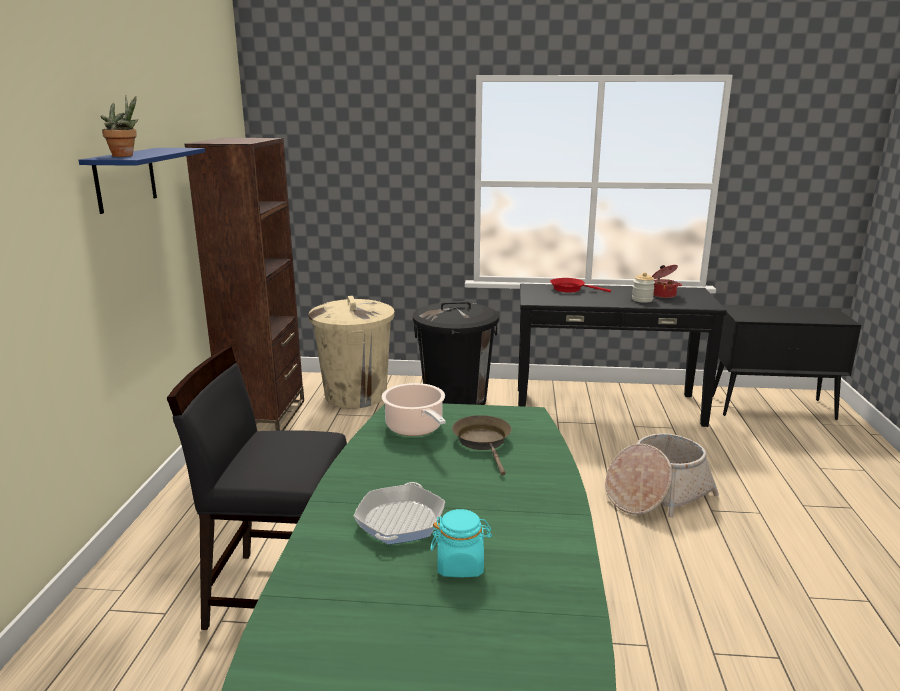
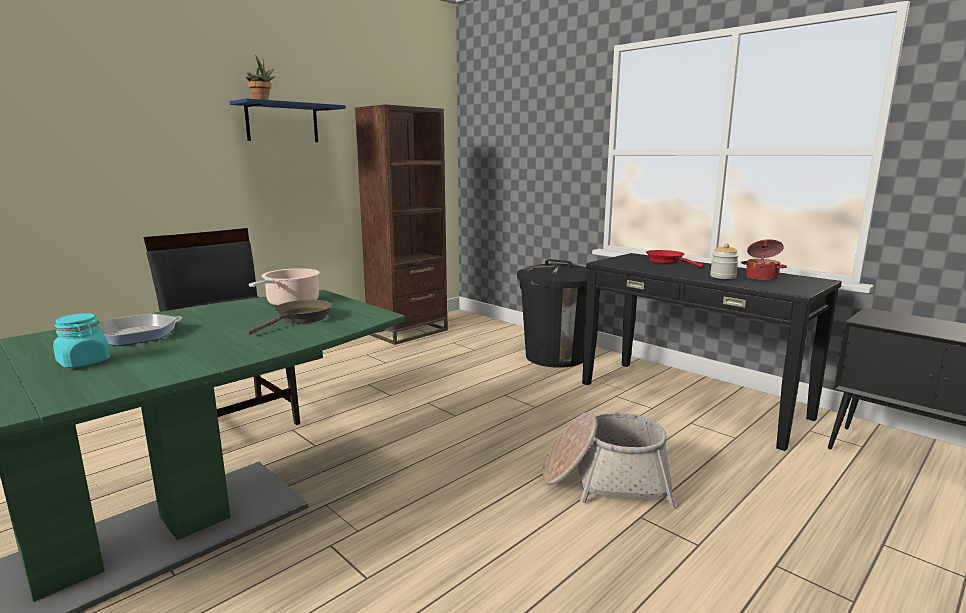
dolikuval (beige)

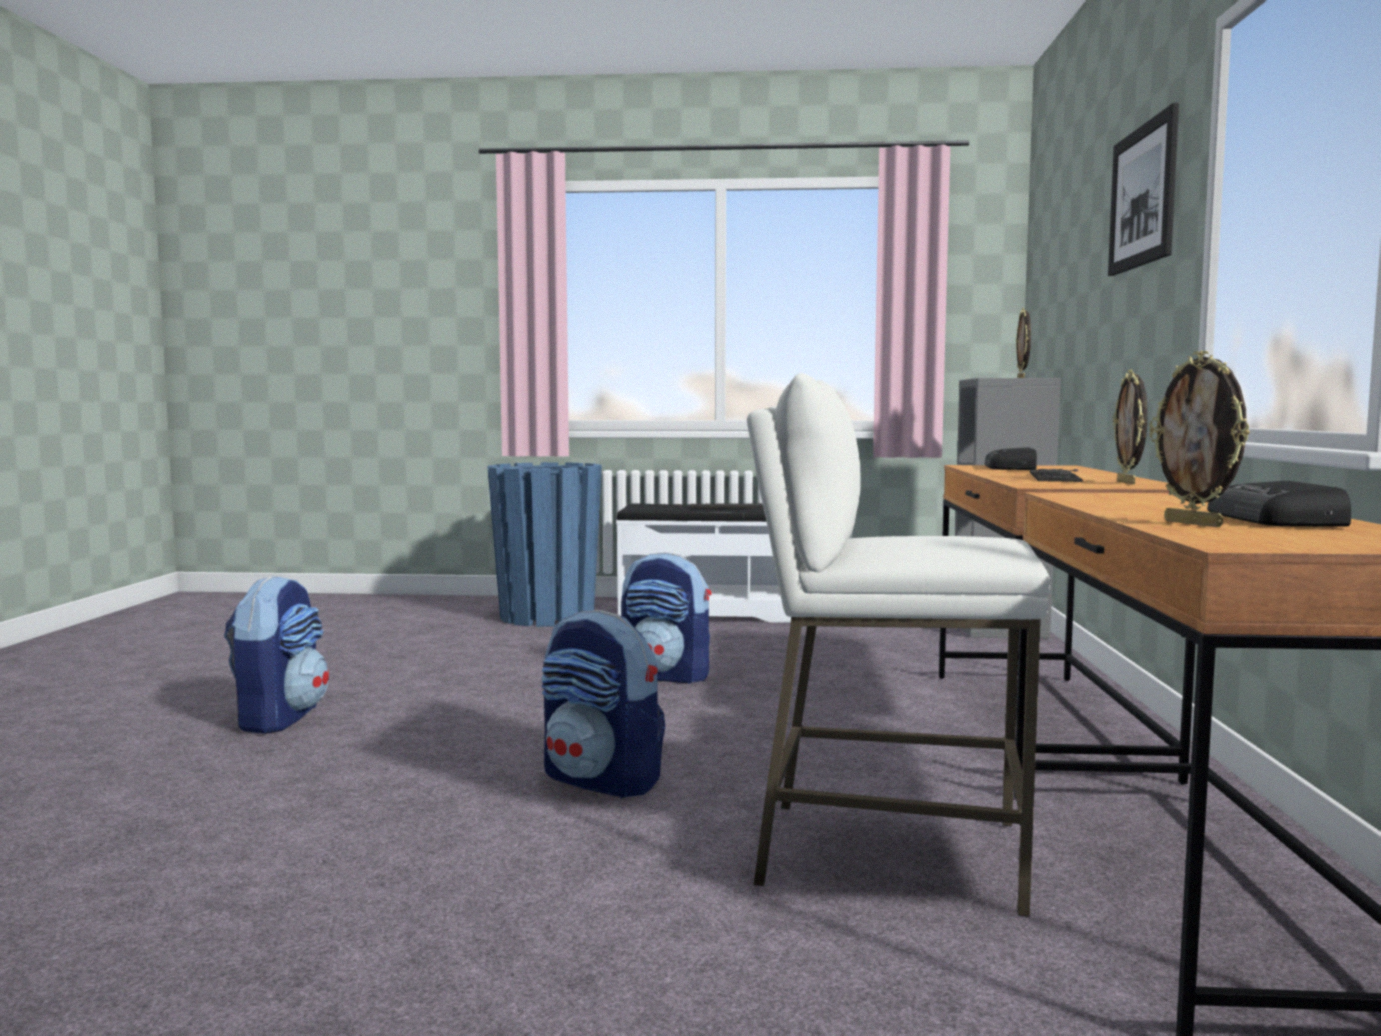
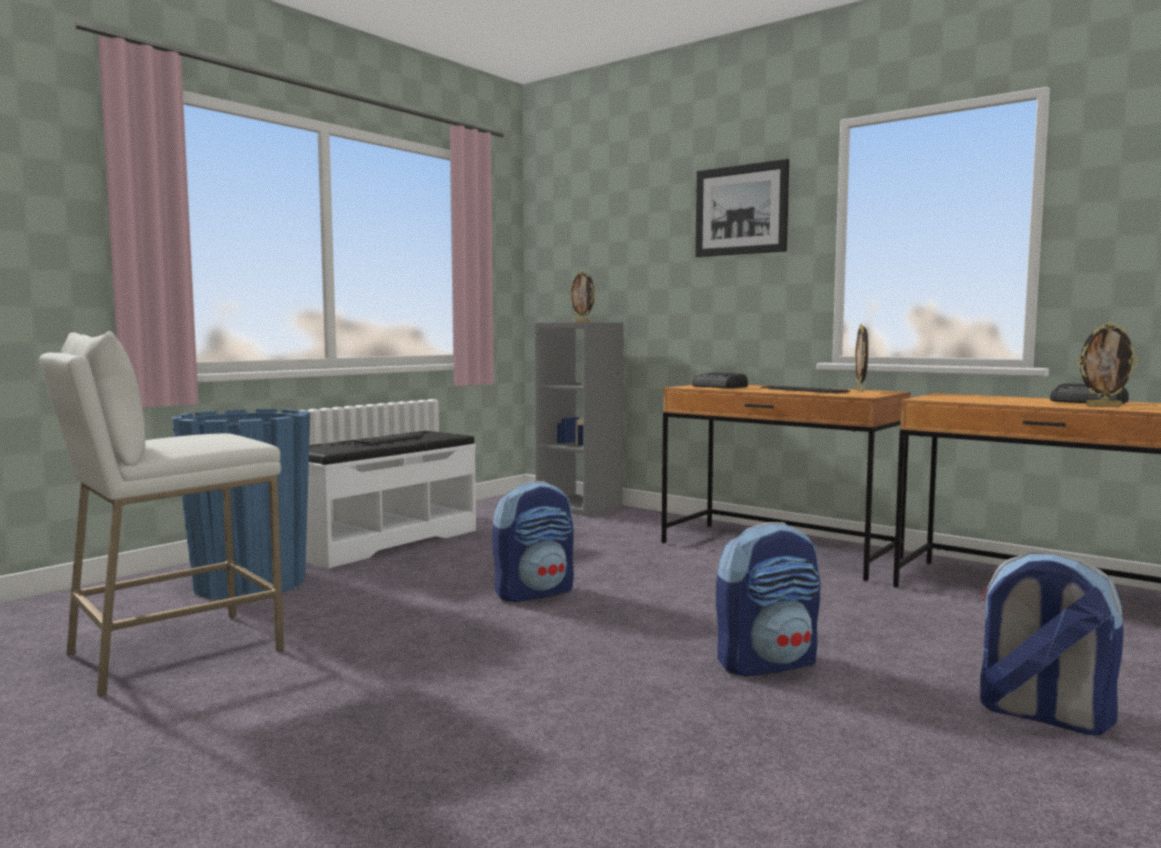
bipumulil (3rd from left)
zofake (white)
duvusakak (2nd from left)

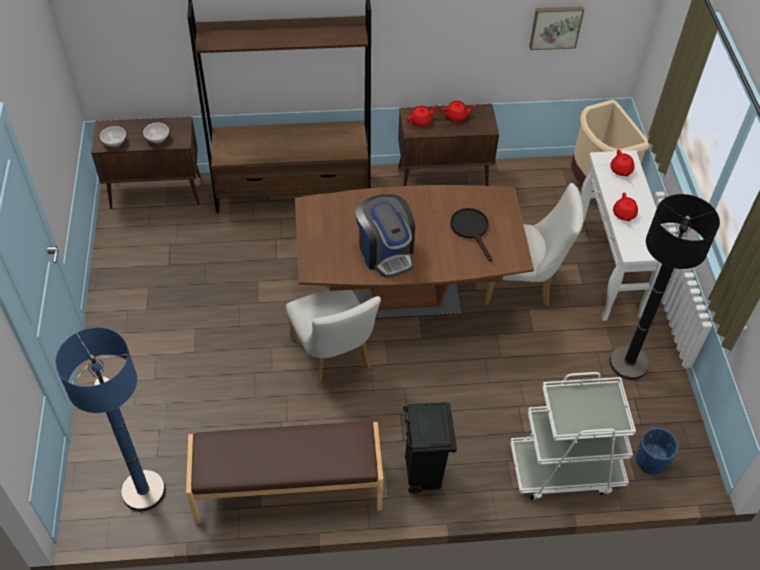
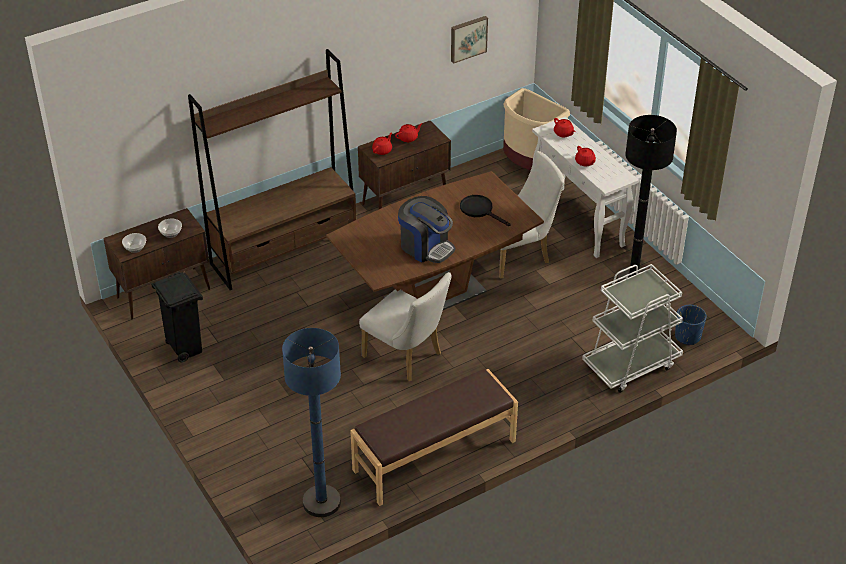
dolikuval (black)

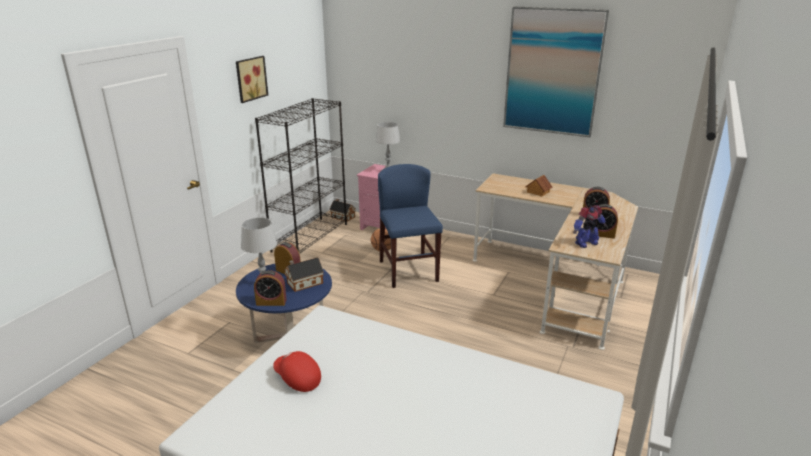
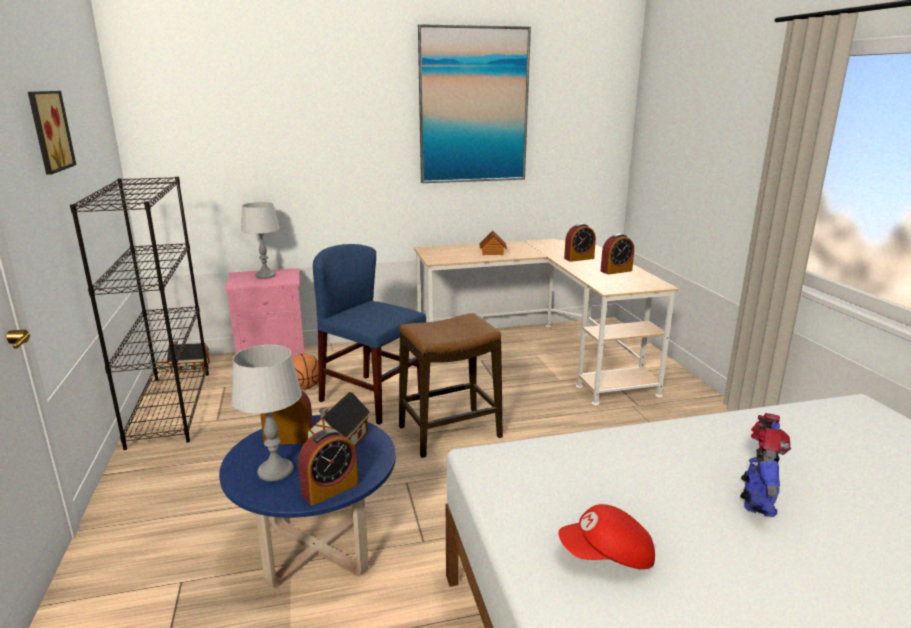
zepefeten
zofake

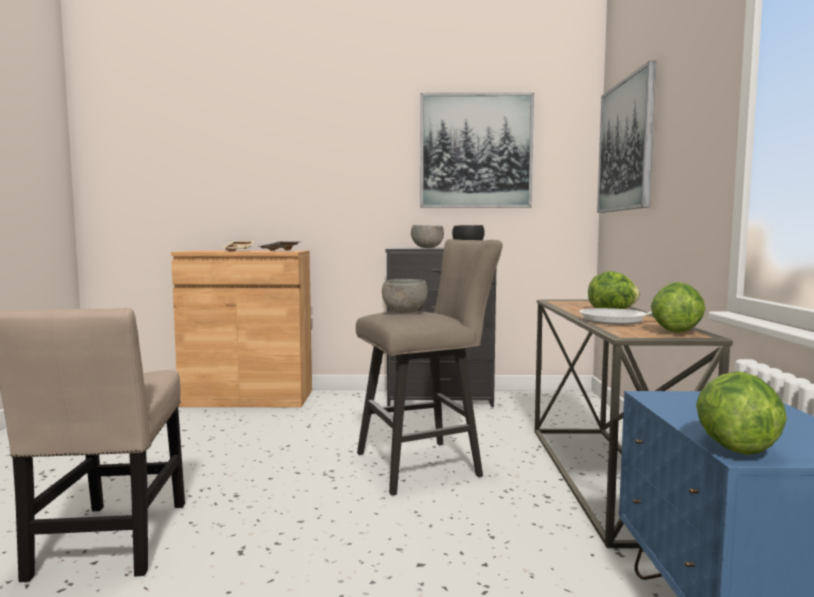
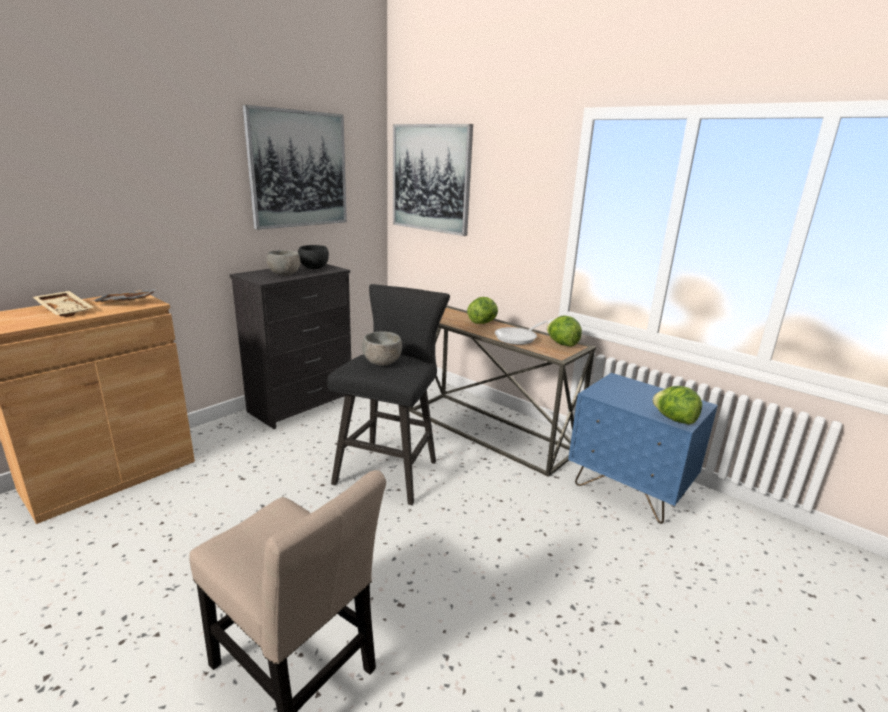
zofake (black)

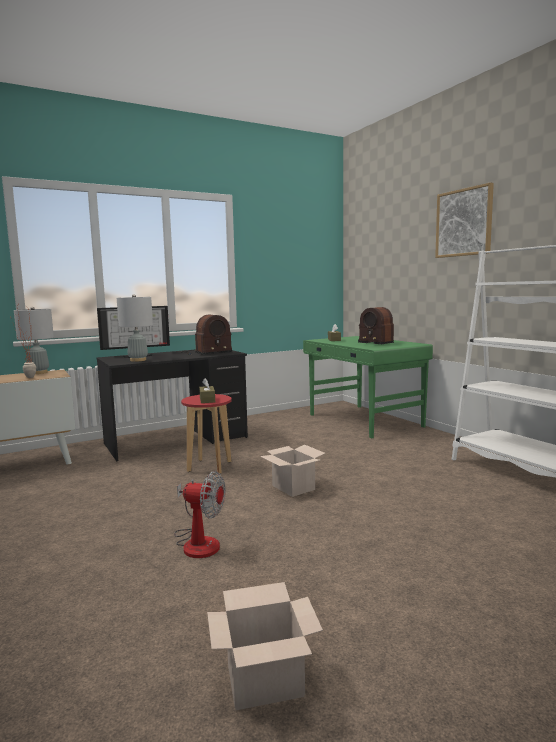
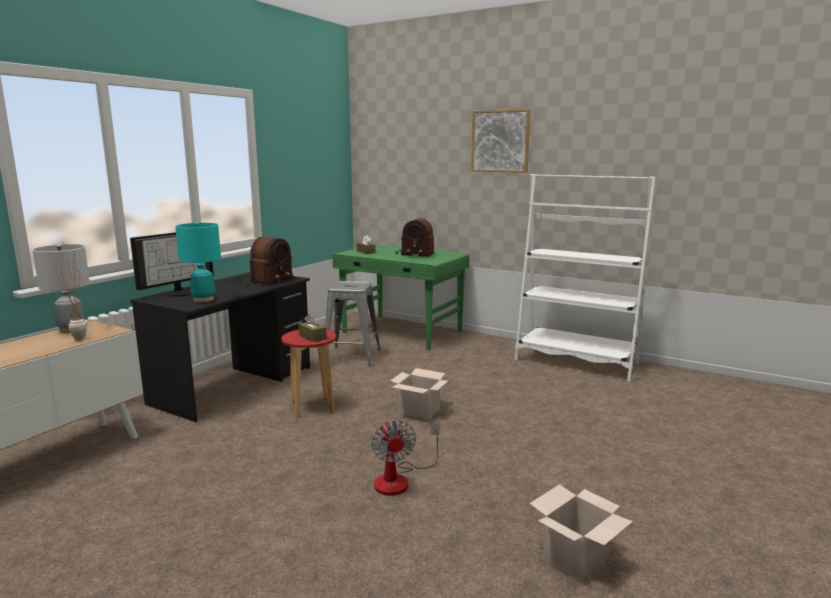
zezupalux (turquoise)
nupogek
zofake (grey)

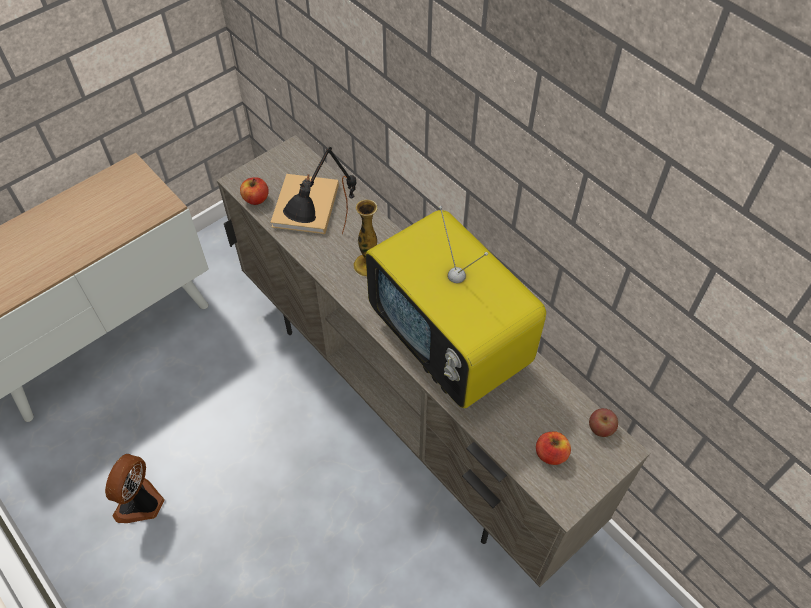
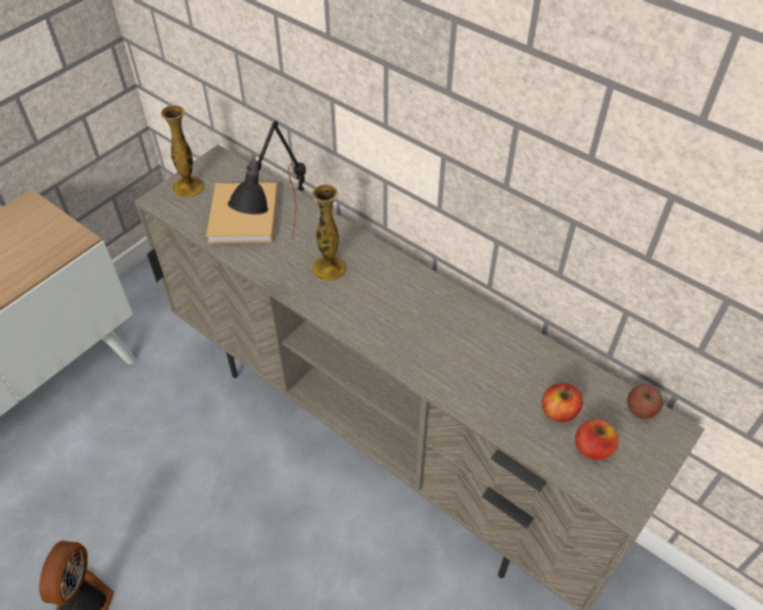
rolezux (1st from left)
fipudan
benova (1st from left)

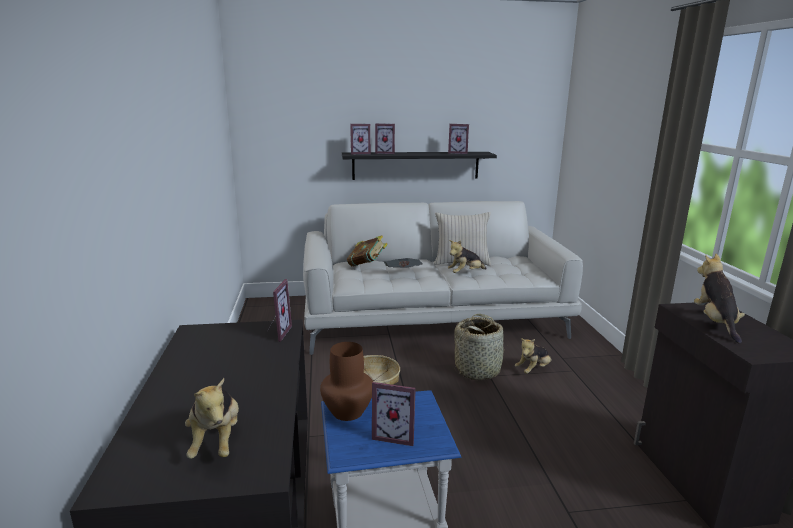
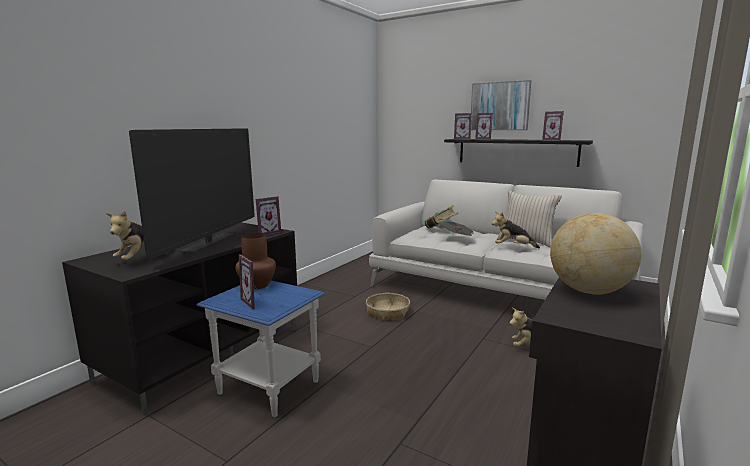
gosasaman (2nd from left in the first image)
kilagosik
fipudan
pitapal

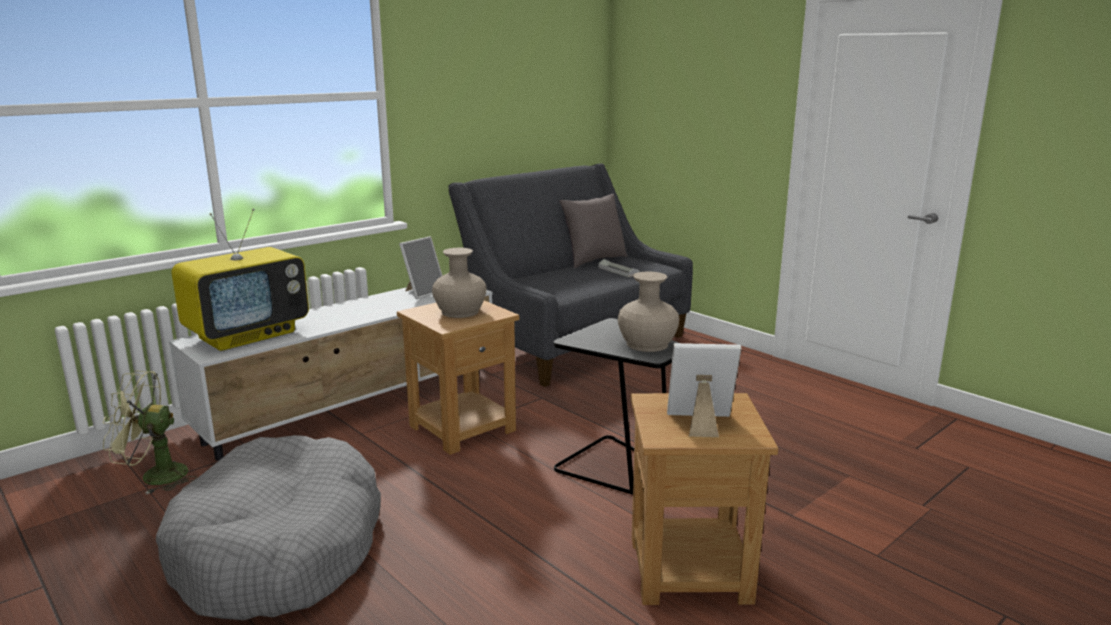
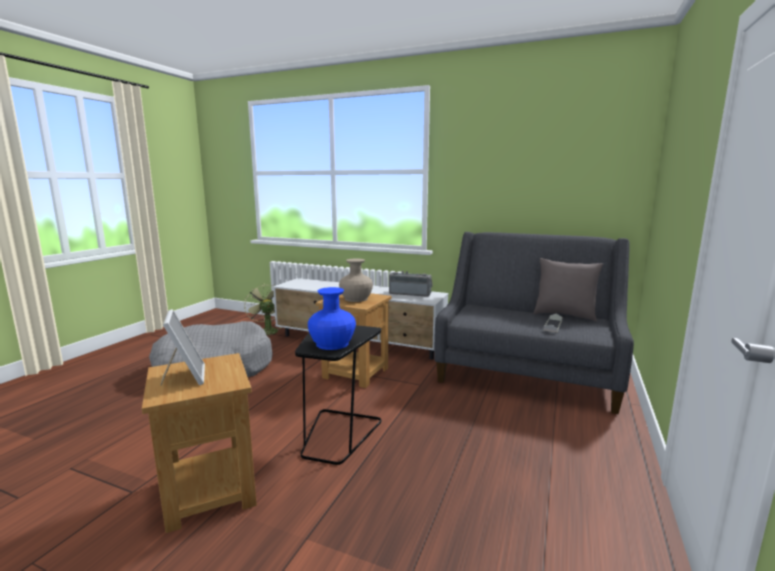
fipudan
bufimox
benova (blue)

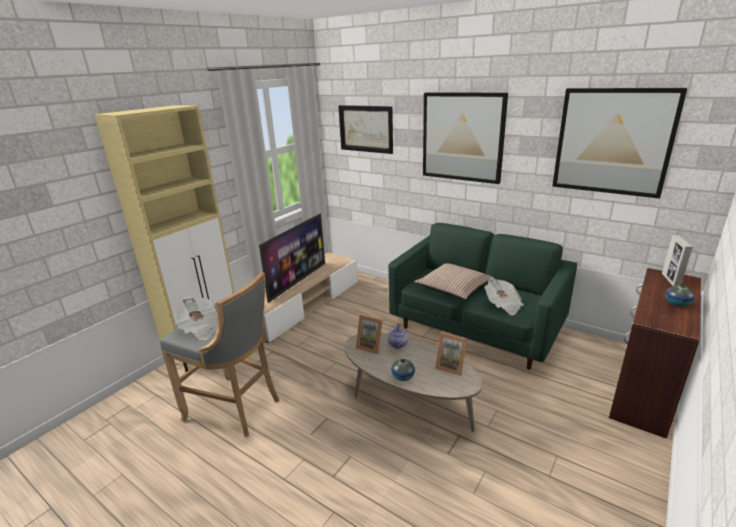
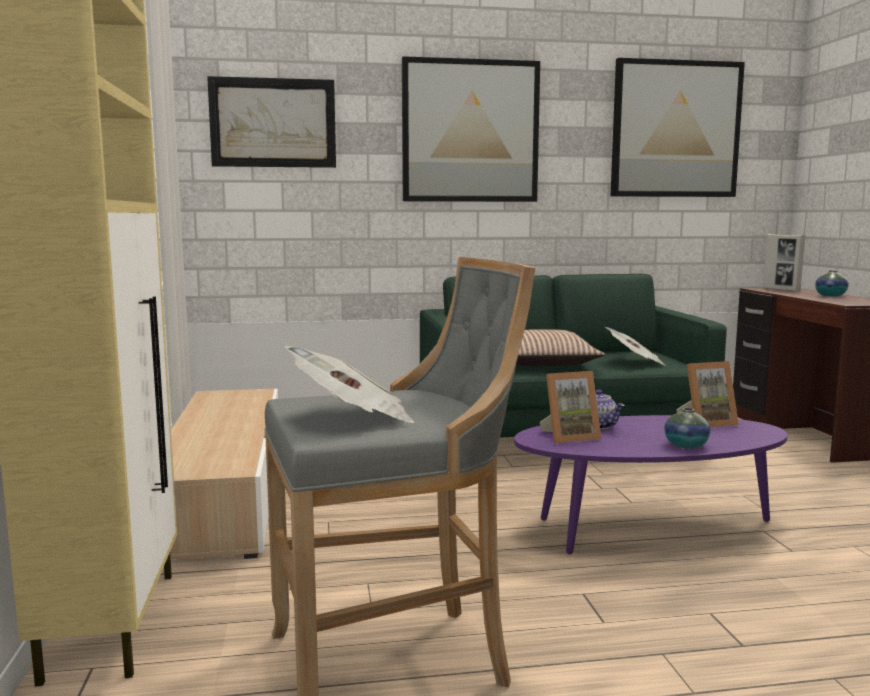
fipudan
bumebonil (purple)

